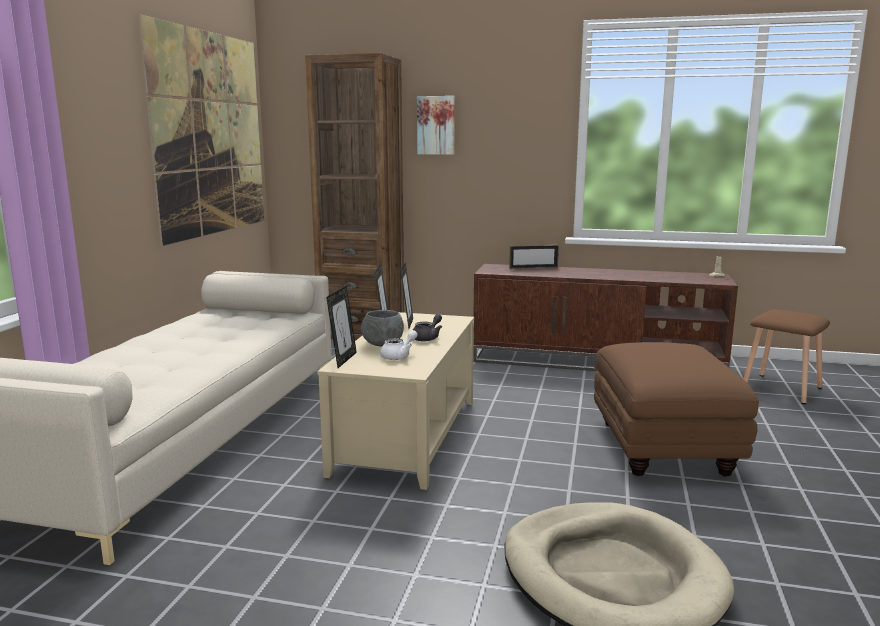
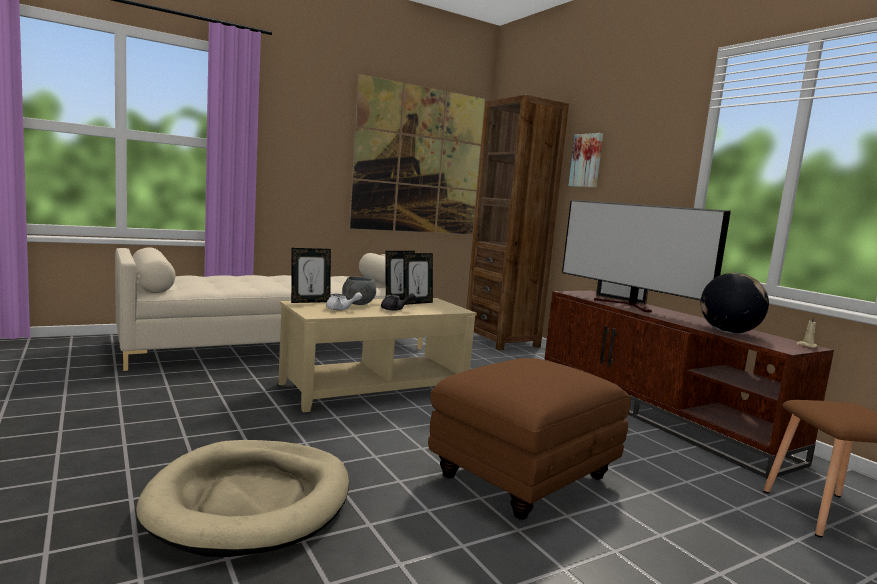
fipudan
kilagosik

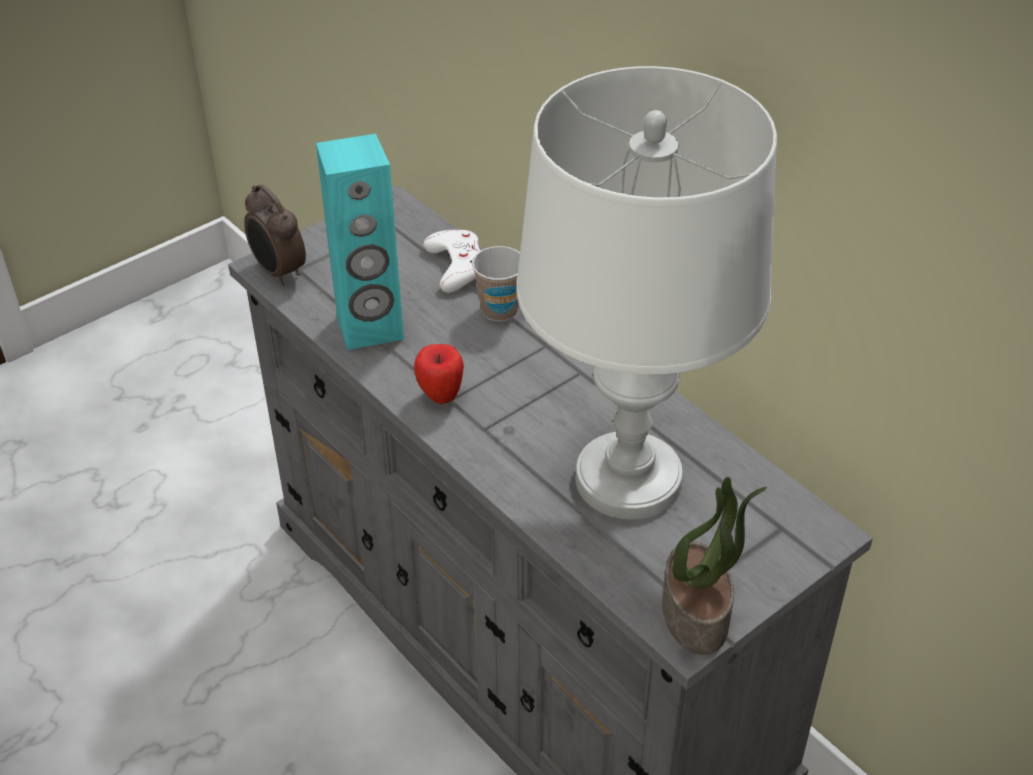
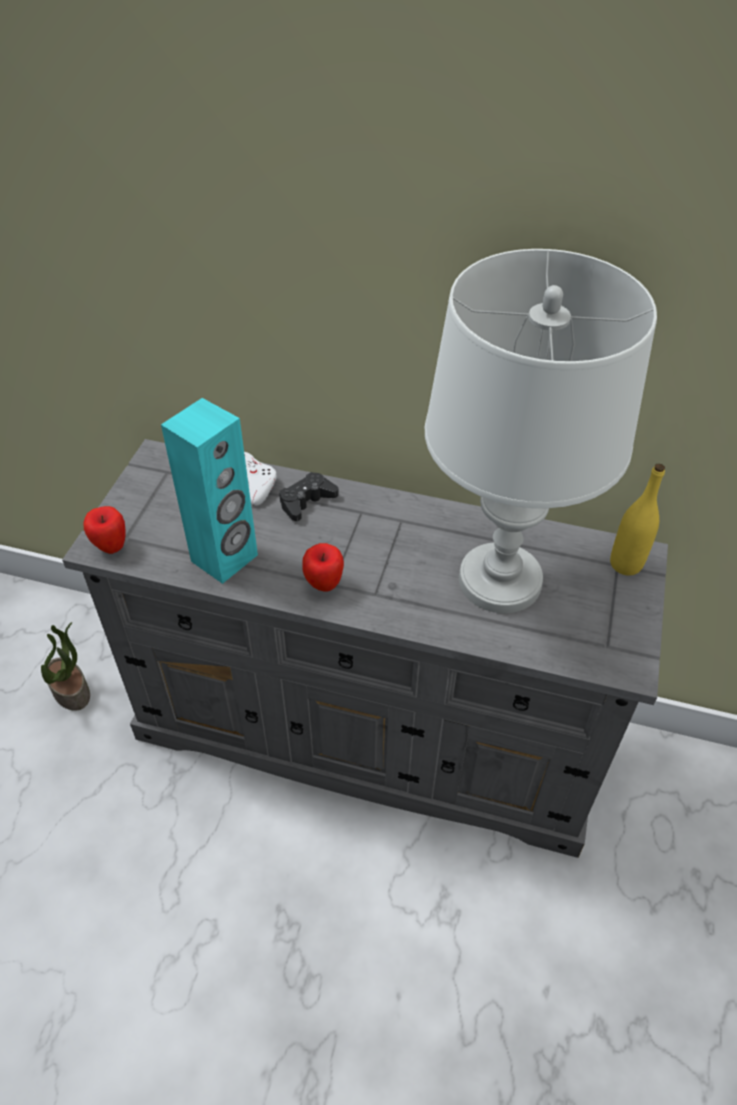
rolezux (1st from left)
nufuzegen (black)
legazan
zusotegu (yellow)

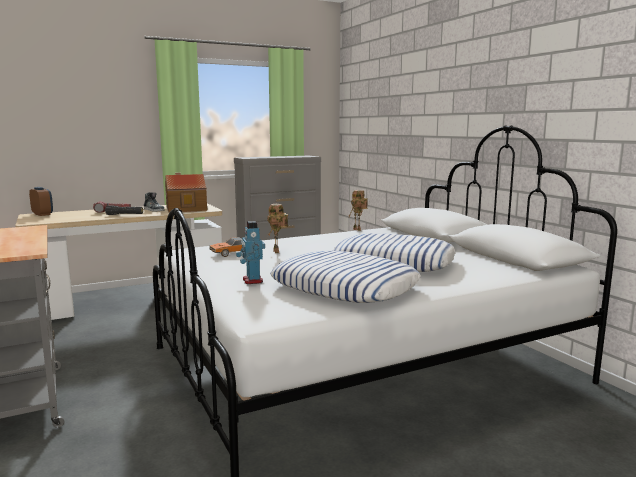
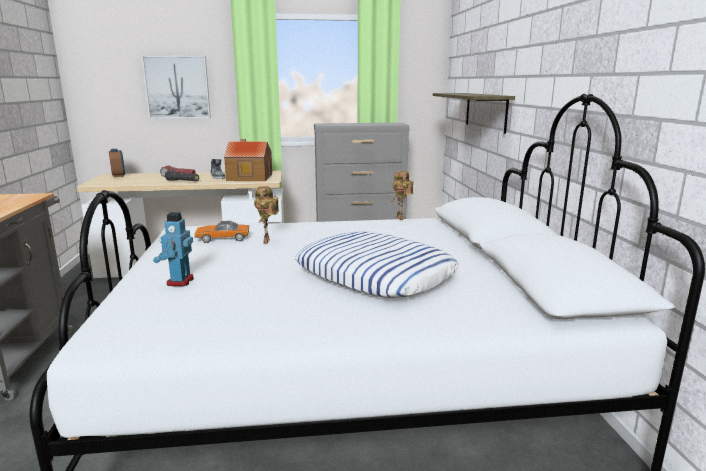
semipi (1st from left in the first image)
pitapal
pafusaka

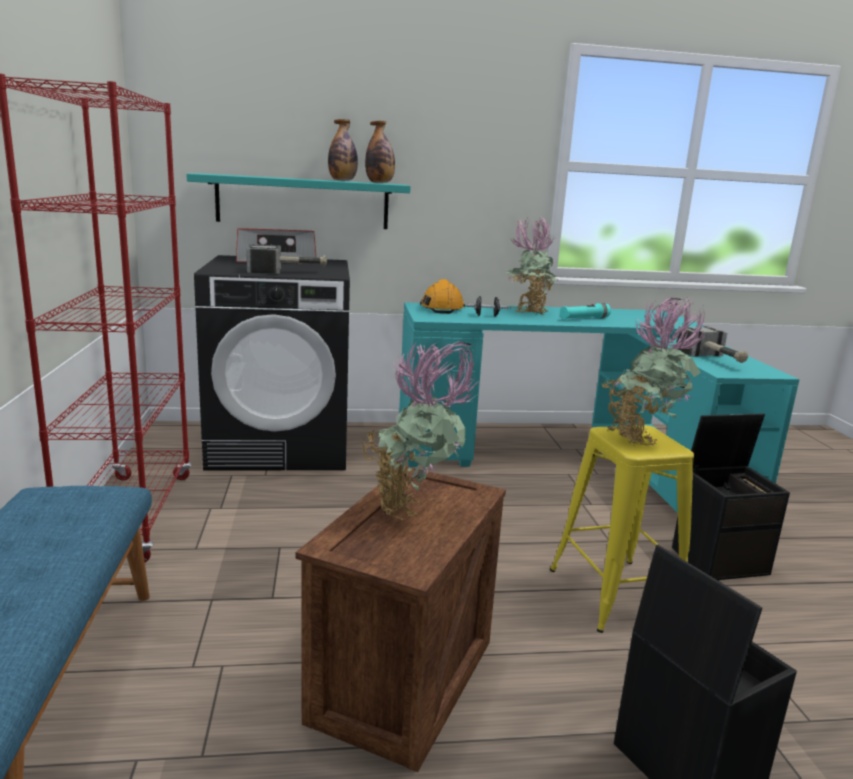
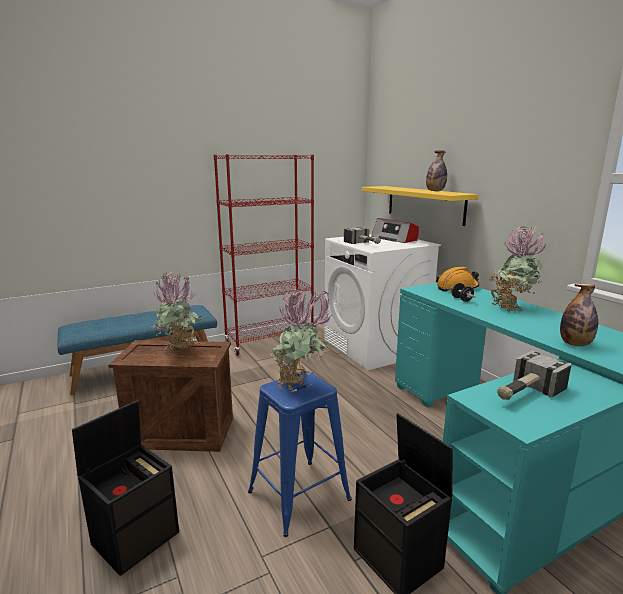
pafusaka (yellow)
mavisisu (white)
zusotegu (2nd from left)
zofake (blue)
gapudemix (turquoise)

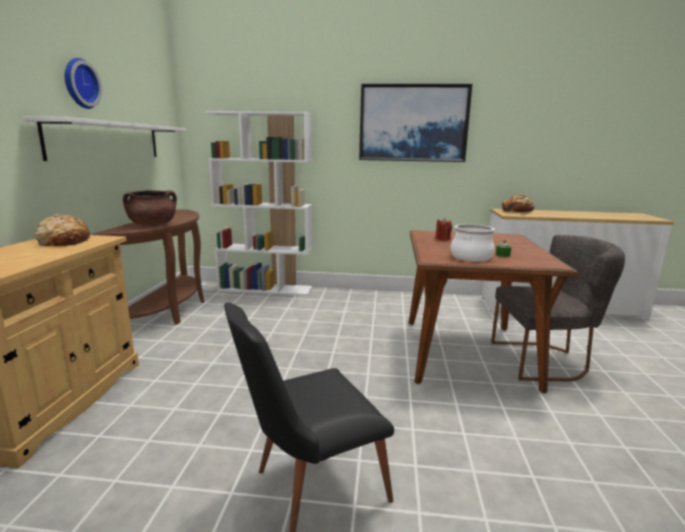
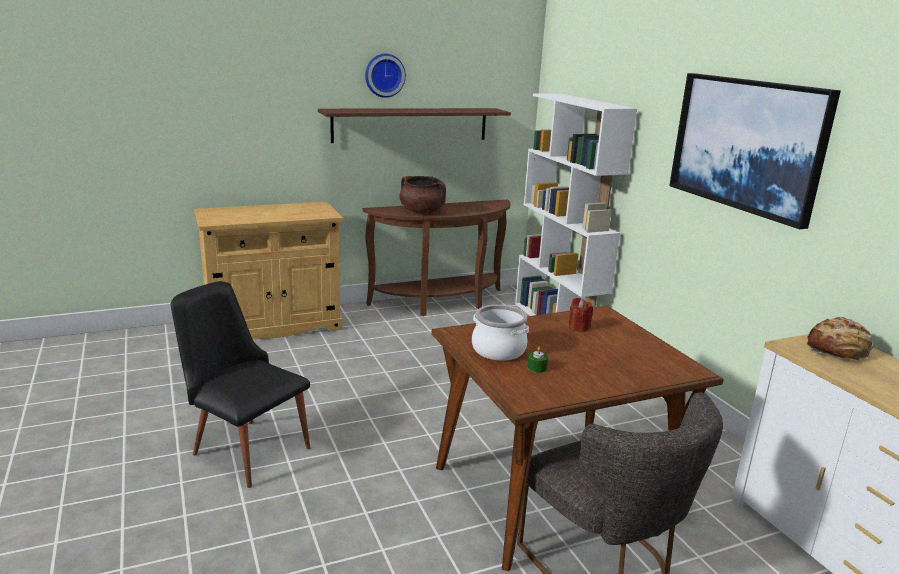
pafusaka (brown)
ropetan (1st from left in the first image)

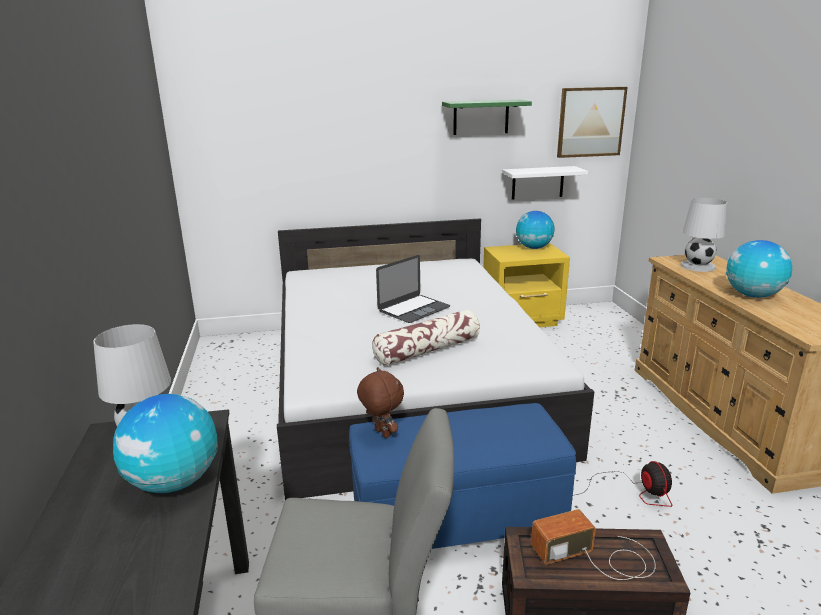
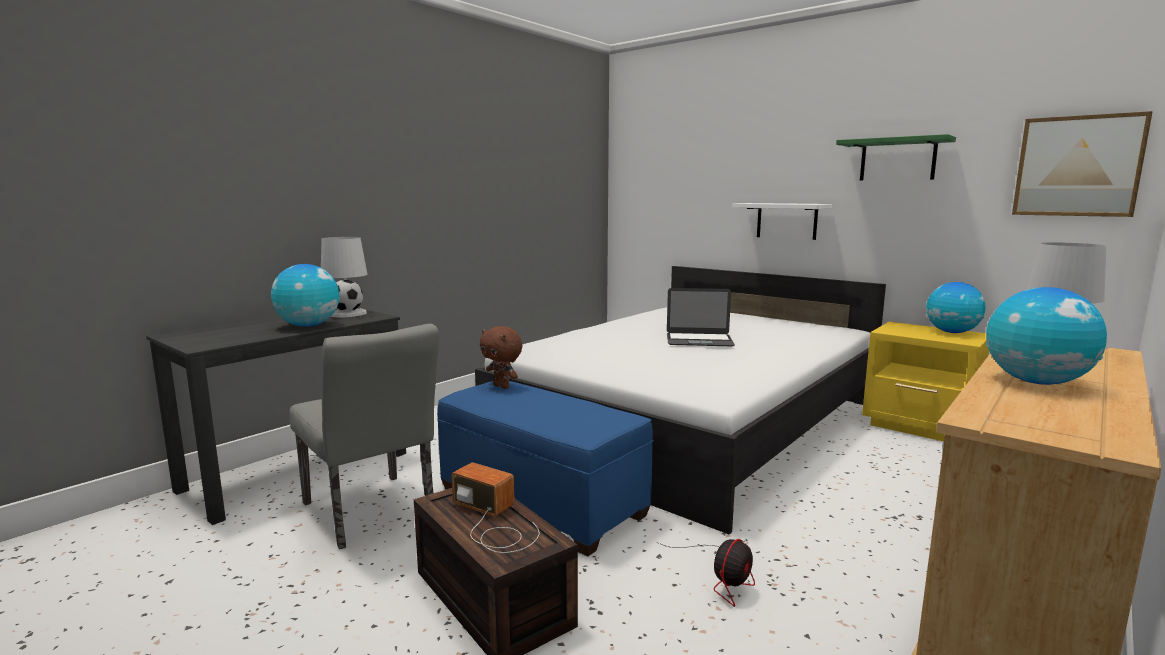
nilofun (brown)
semipi
pafusaka (white)

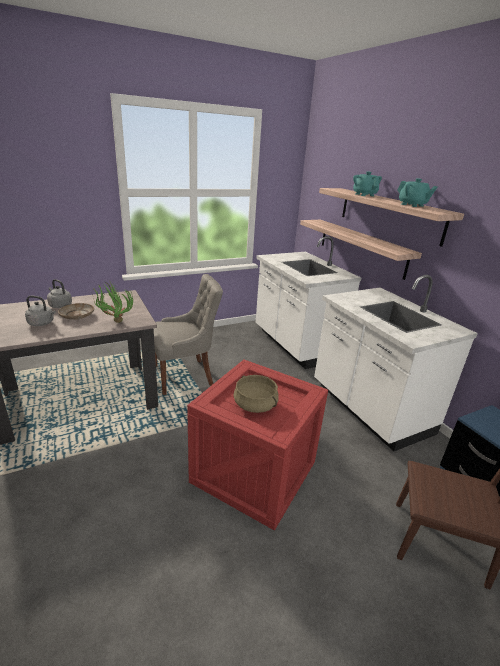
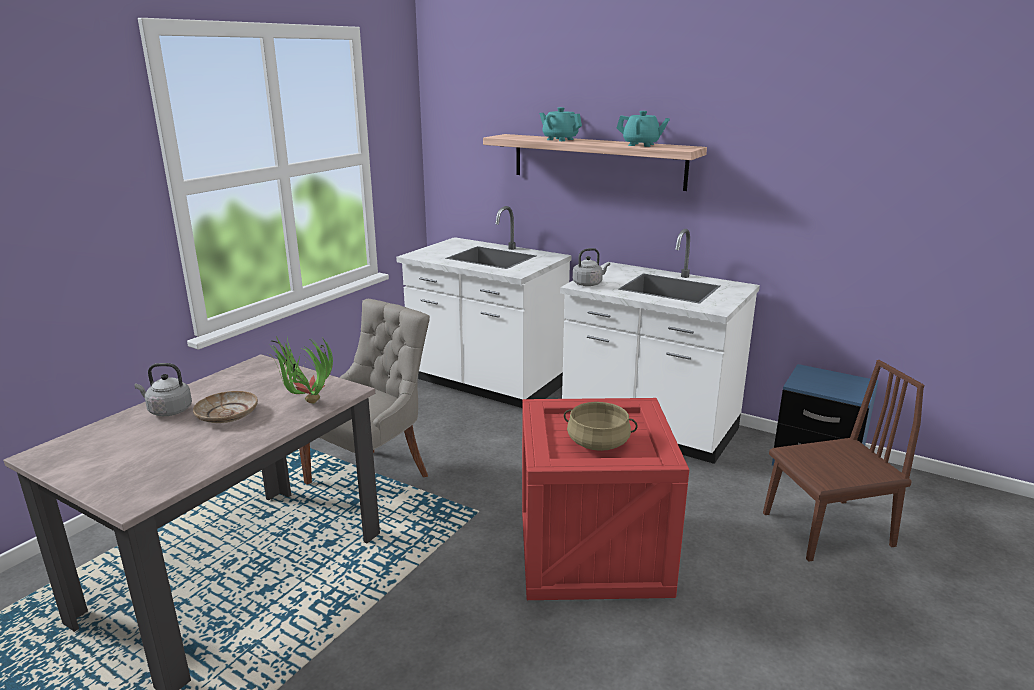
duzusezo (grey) (2nd from left)
pafusaka (1st from left in the first image)

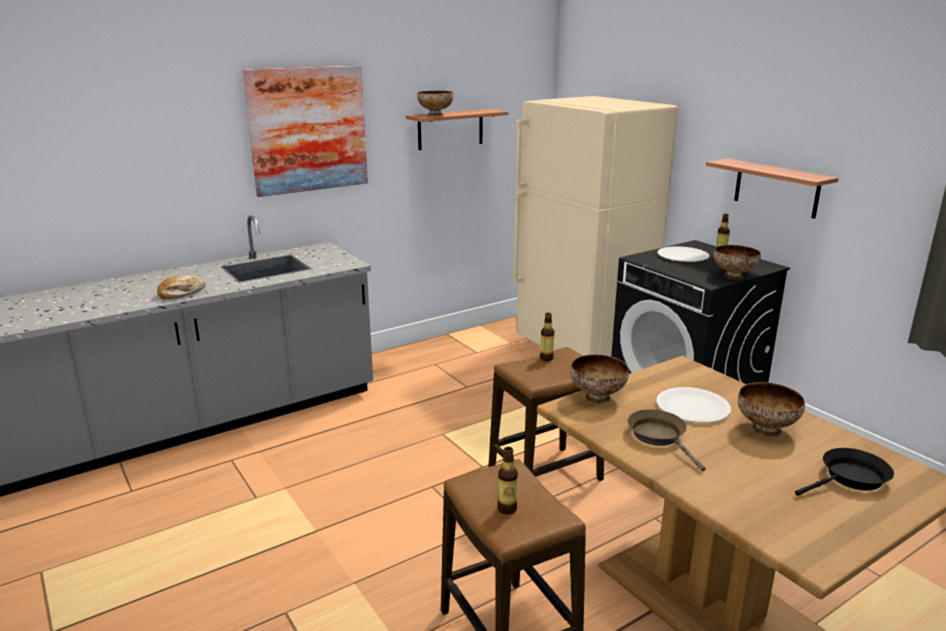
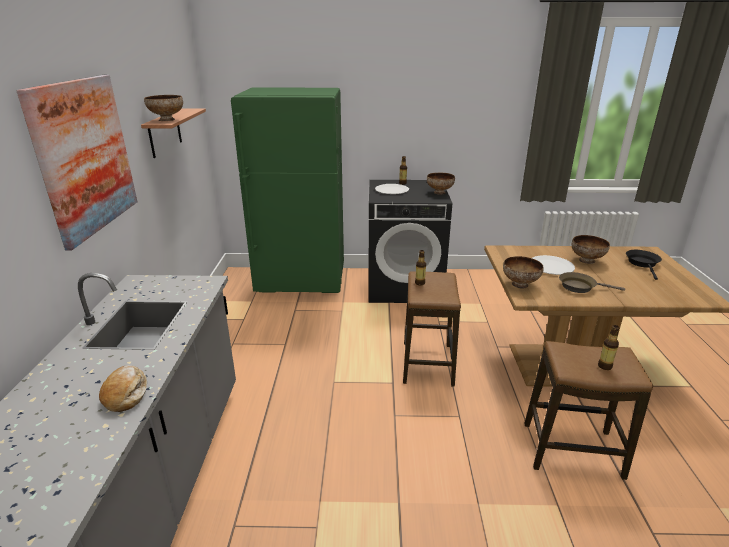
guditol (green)
pafusaka (2nd from left in the first image)

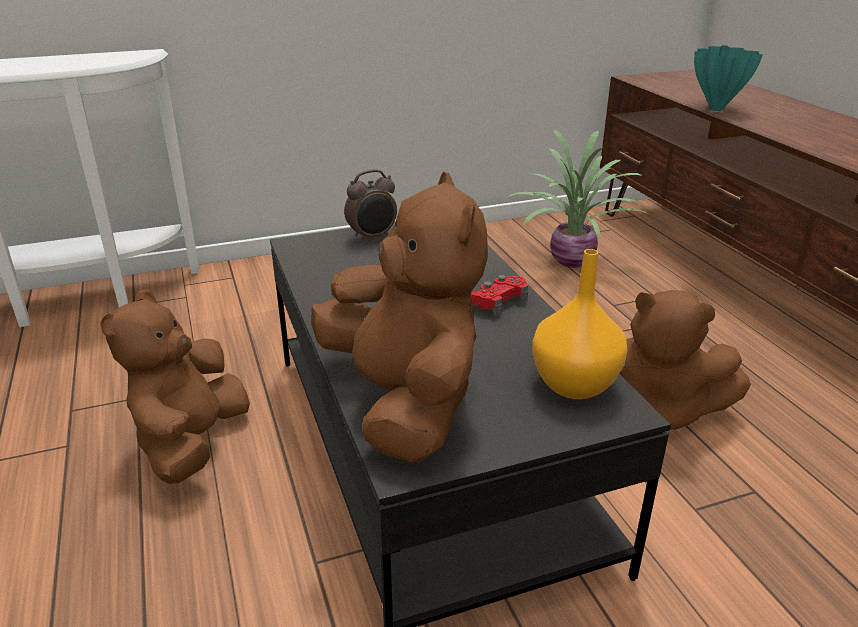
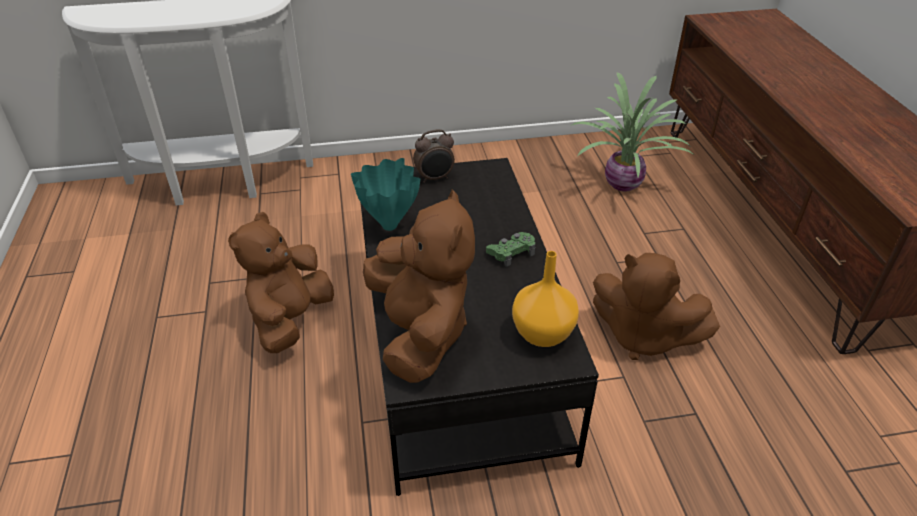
nufuzegen (green)
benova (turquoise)

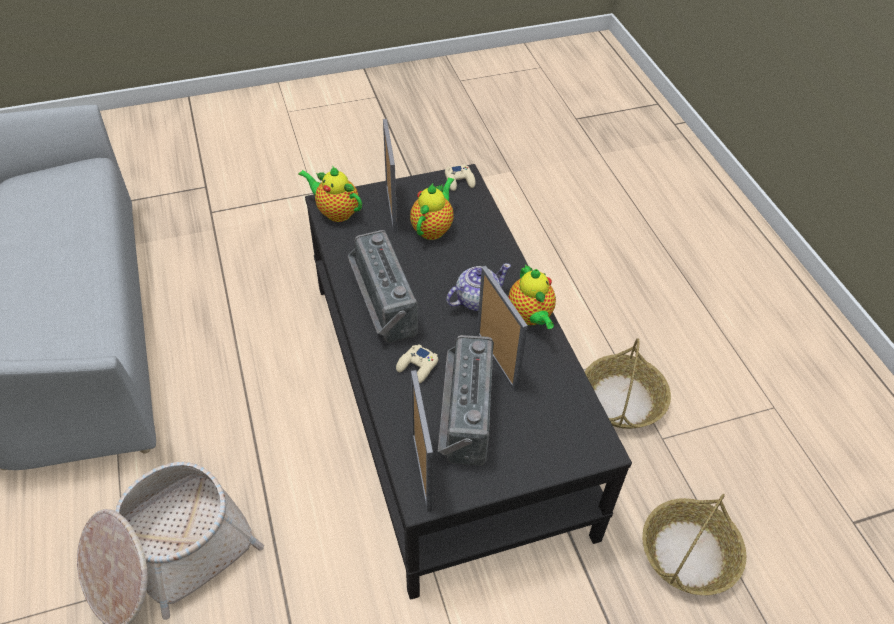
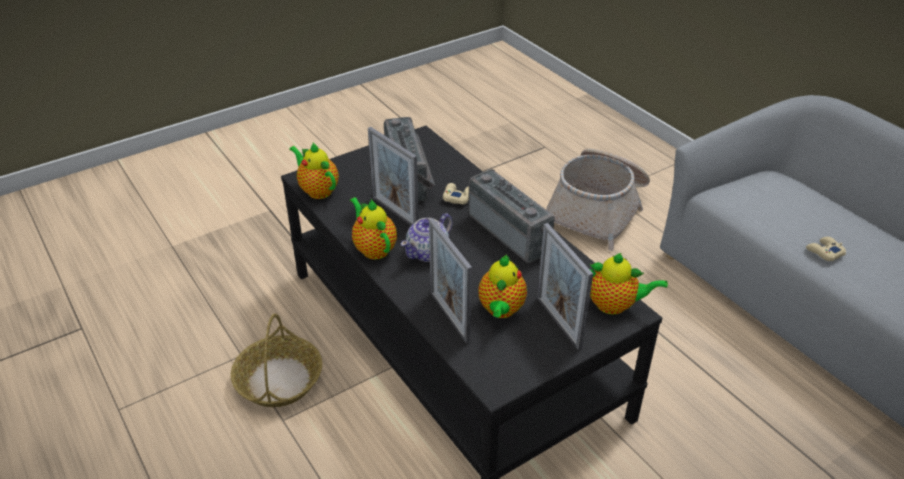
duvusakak (2nd from left)
nufuzegen (beige) (2nd from left)
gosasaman (3rd from left in the first image)
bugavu (1st from left)

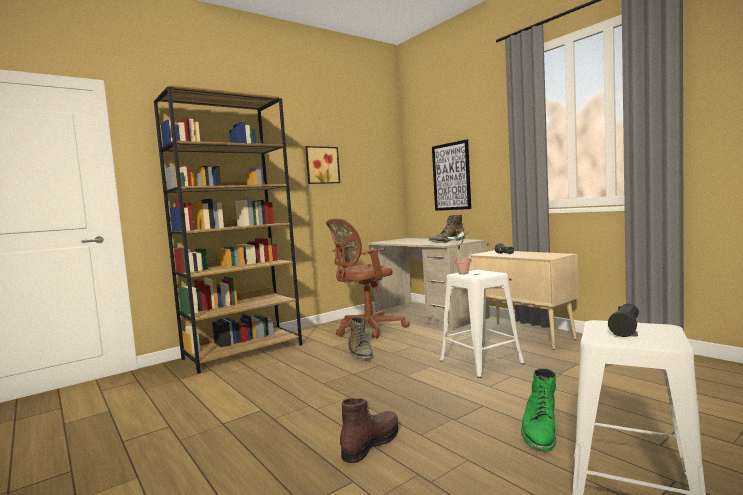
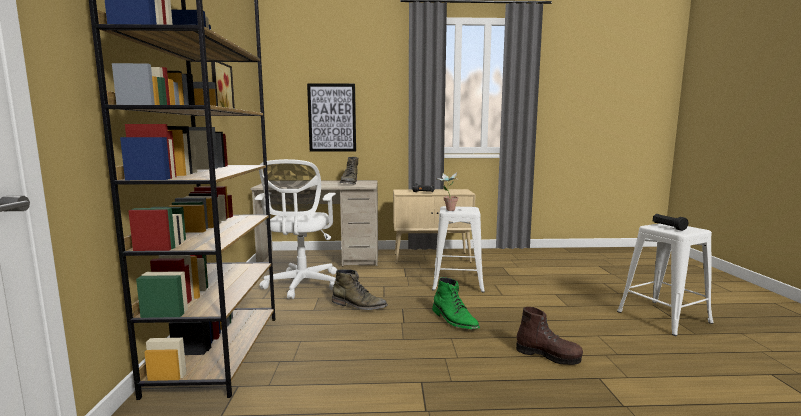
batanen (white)
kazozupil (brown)
kazozupil (green) (3rd from left)

